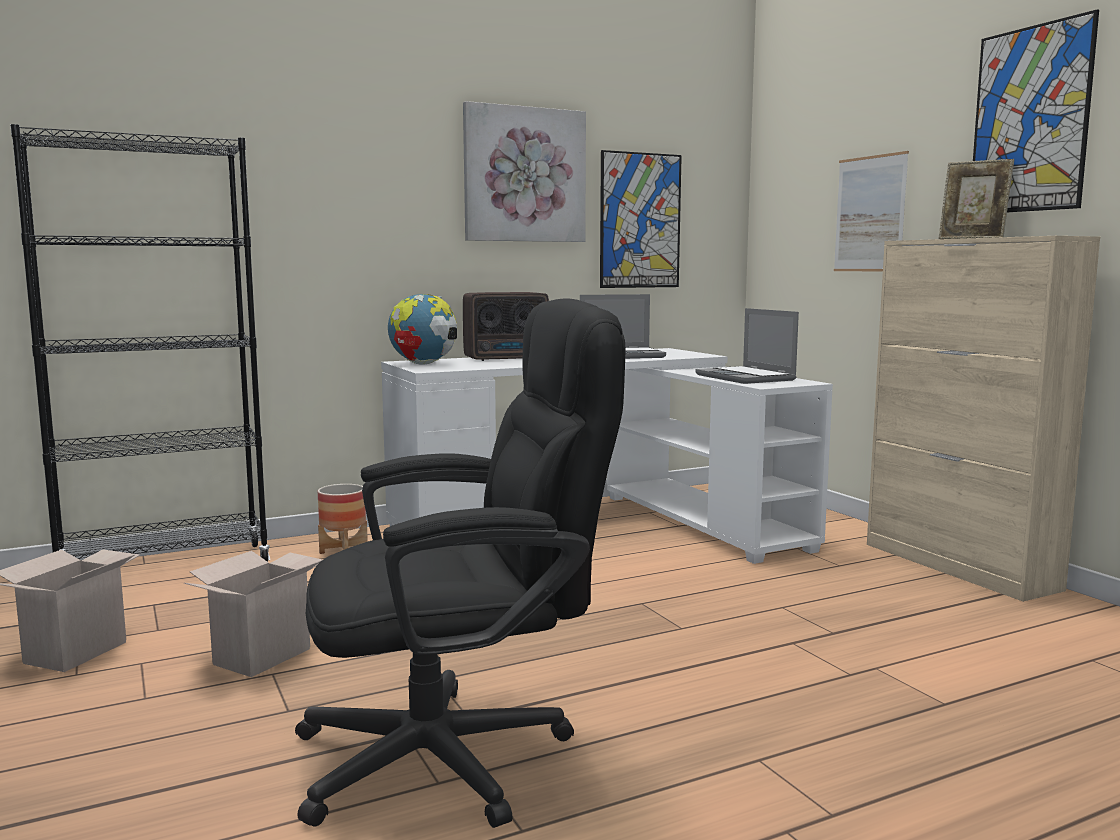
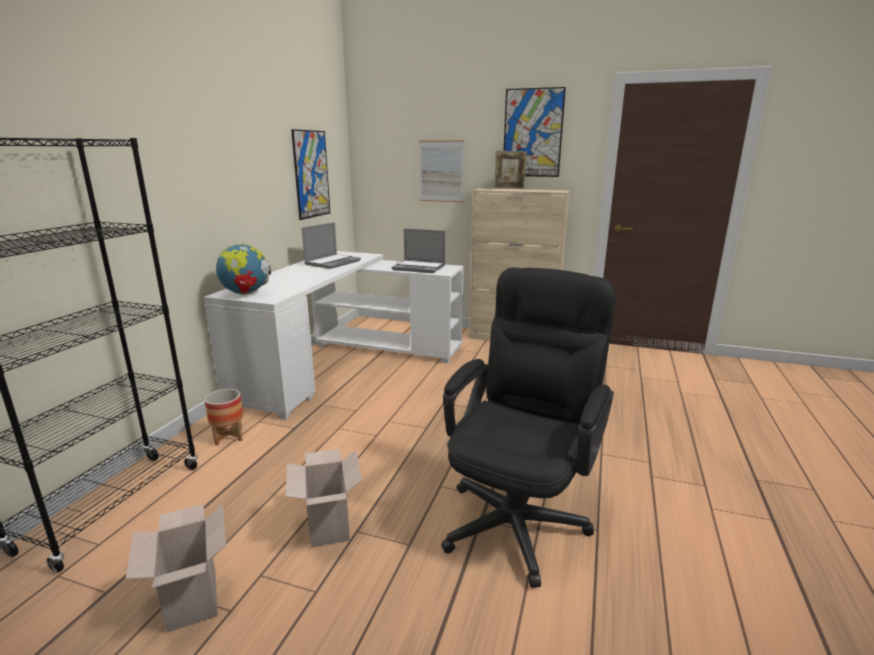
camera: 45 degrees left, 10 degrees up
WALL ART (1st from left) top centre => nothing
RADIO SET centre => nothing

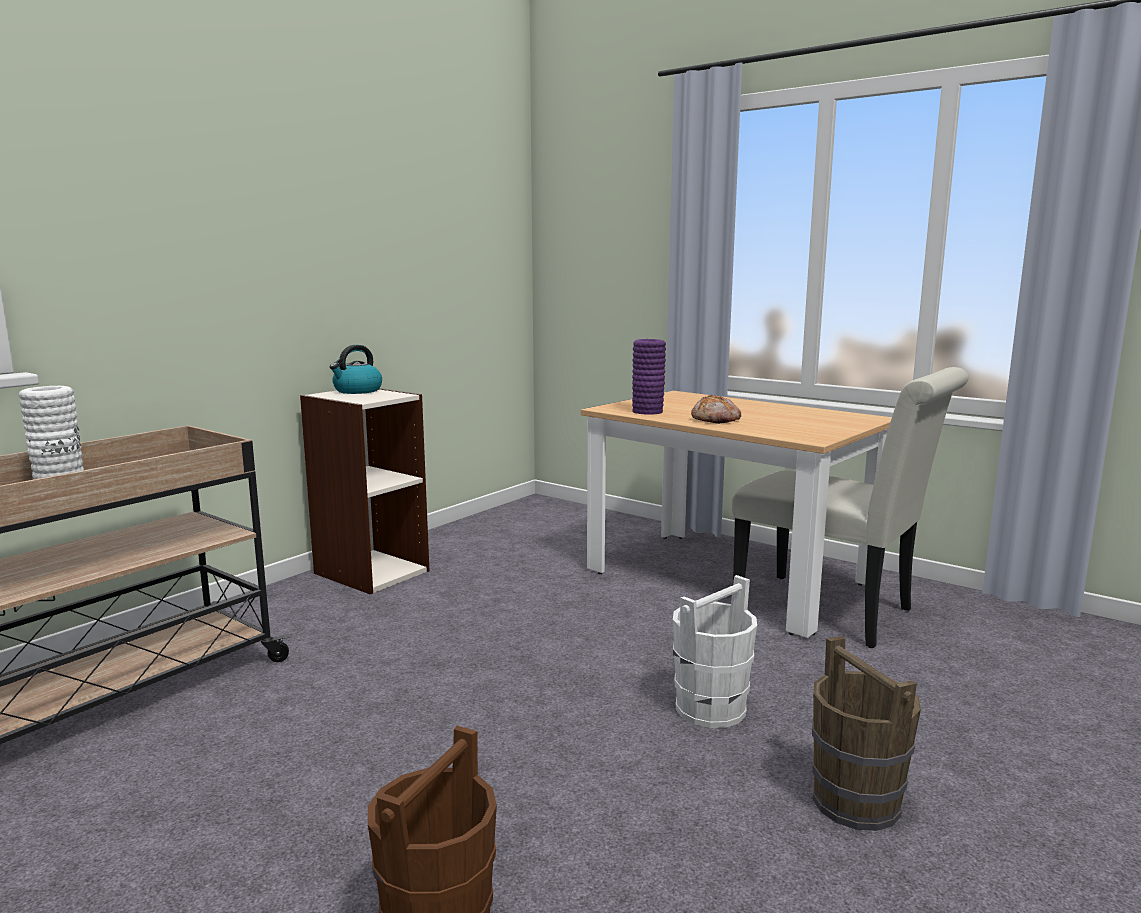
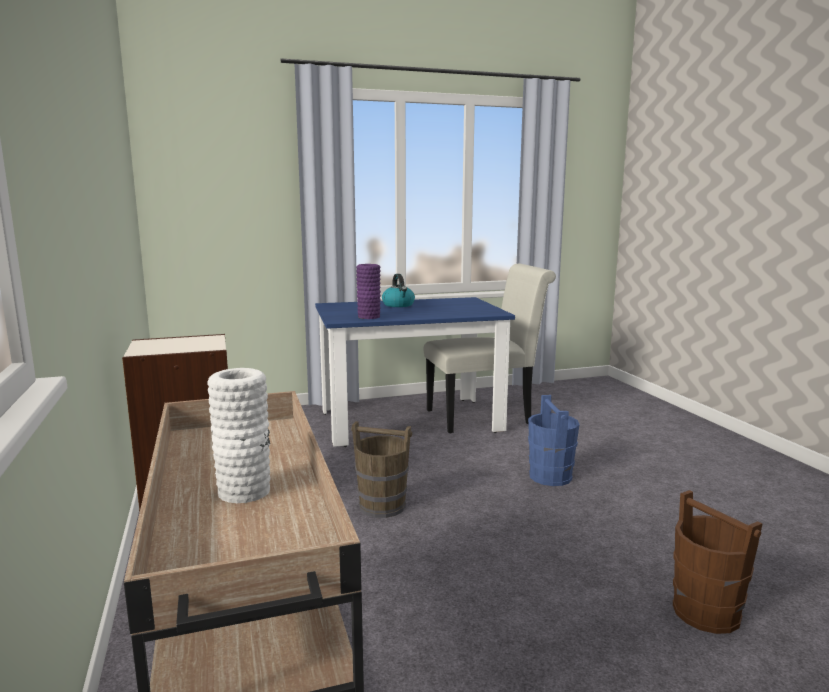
camera: 55 degrees left, 0 degrees up
WATER KETTLE middle left => WATER KETTLE centre, move
BEIGE DINING TABLE centre => BLUISH DINING TABLE centre
WHITE-COLOURED BUCKET bottom centre => BLUISH BUCKET middle right
BREAD centre => nothing
BROWN-COLOURED BUCKET (2nd from left in the first image) bottom right => BROWN-COLOURED BUCKET (1st from left) bottom centre, move

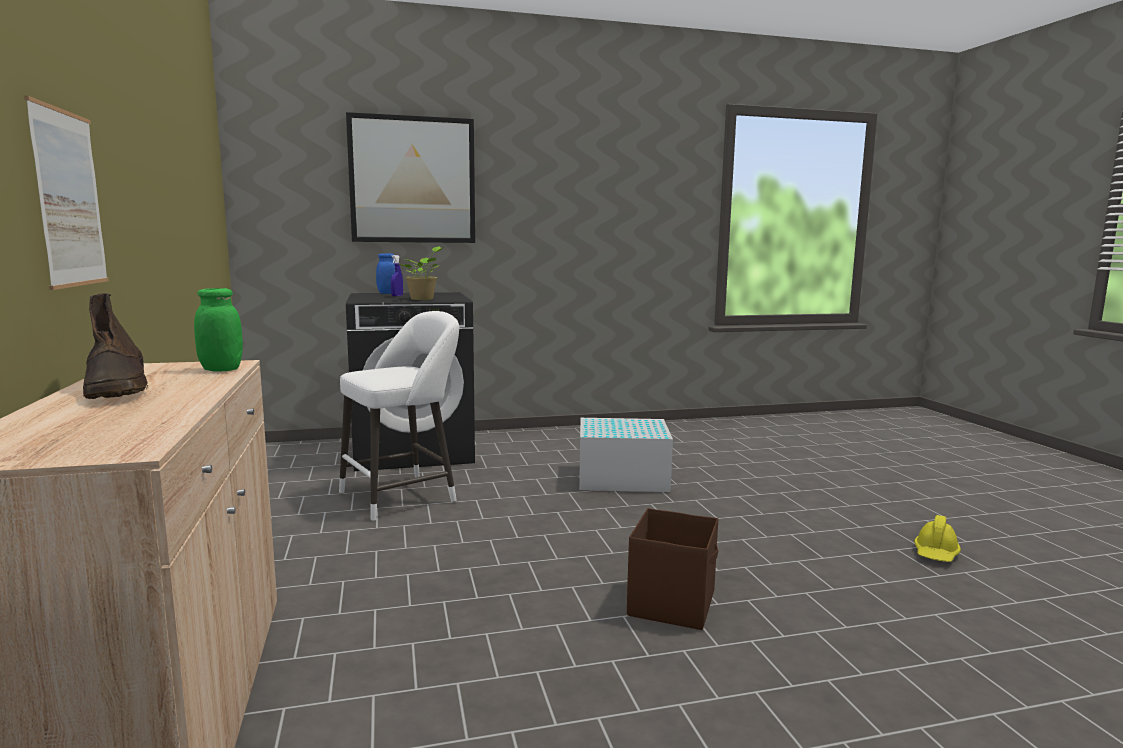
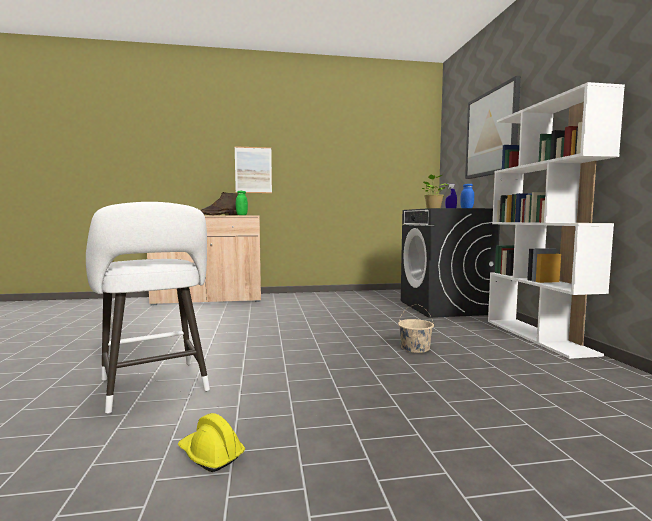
camera: 95 degrees right, 5 degrees down
WHITE-COLOURED STOOL centre => WHITE-COLOURED STOOL middle left, move
WHITE-COLOURED STORAGE BOX centre => BEIGE BUCKET centre
BROWN-COLOURED STORAGE BOX bottom centre => nothing
nothing => WHITE-COLOURED SHELVING UNIT middle right

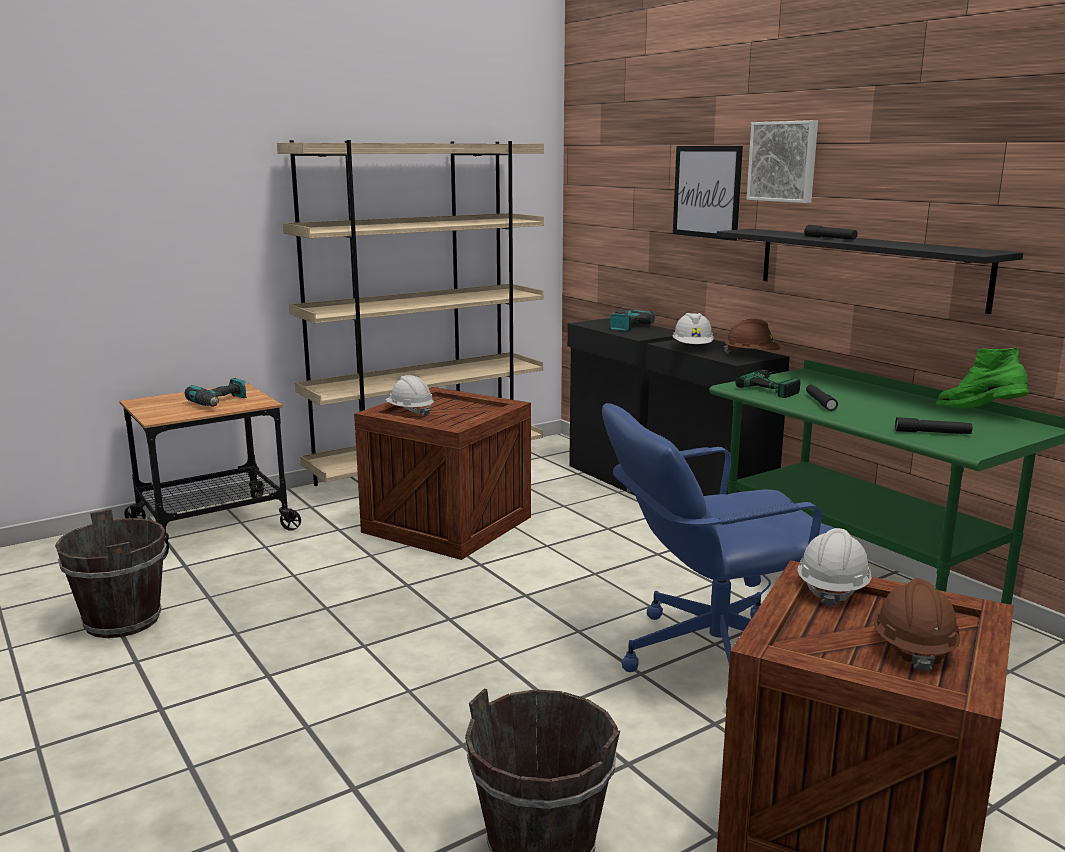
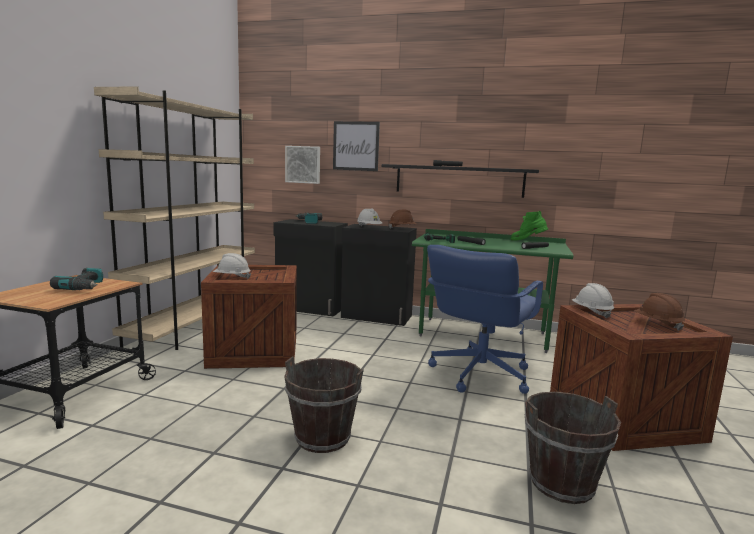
camera: 40 degrees left, 5 degrees down
BROWN-COLOURED BUCKET (1st from left) bottom left => BROWN-COLOURED BUCKET (1st from left) bottom centre, move
WALL ART (2nd from left in the first image) top right => WALL ART (1st from left) top centre, move

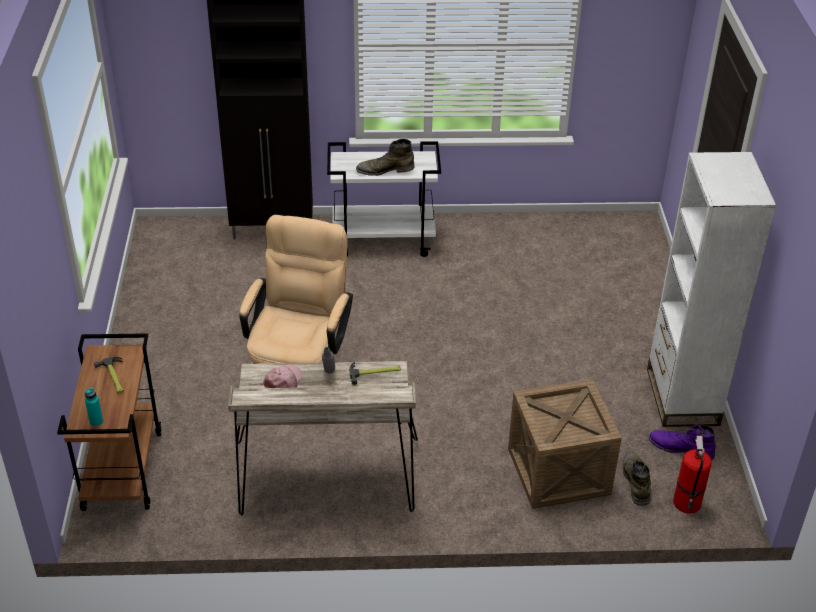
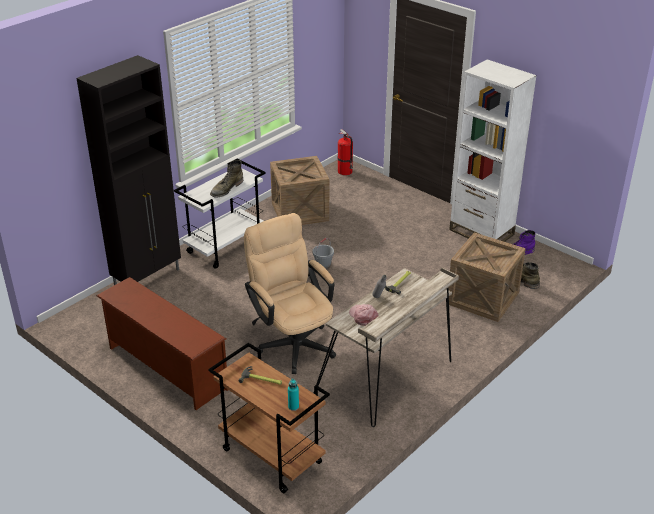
camera: 45 degrees left, 5 degrees down
EXTINGUISHER bottom right => EXTINGUISHER top centre, move
nothing => BROWN-COLOURED SHOE STAND bottom left
nothing => CRATE (1st from left) centre
nothing => GREYISH BUCKET centre

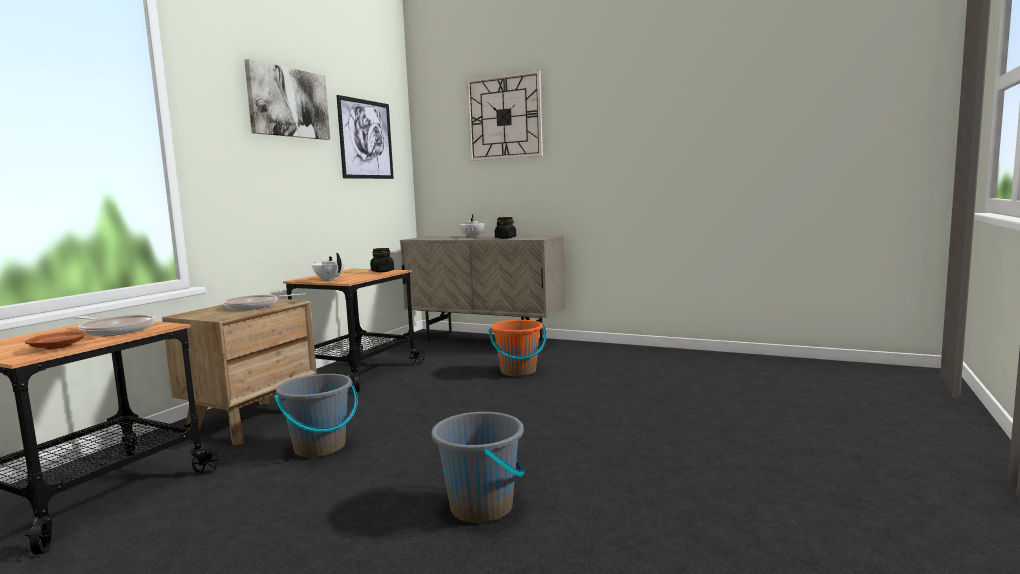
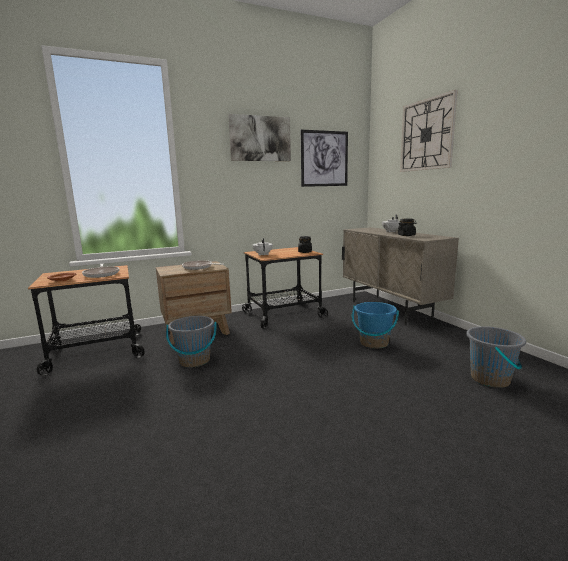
camera: 40 degrees right, 5 degrees up
GREYISH BUCKET (2nd from left) bottom centre => GREYISH BUCKET (2nd from left) middle right, move
ORANGE-COLOURED BUCKET centre => BLUISH BUCKET centre

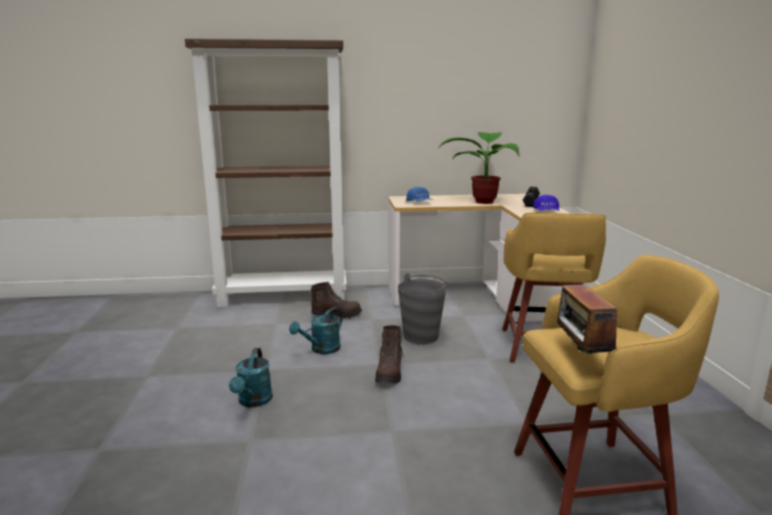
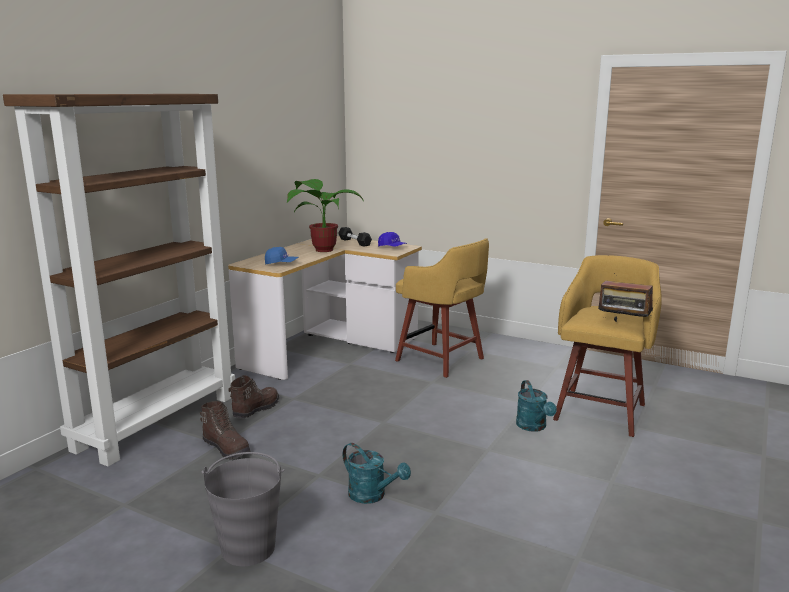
camera: 55 degrees left, 0 degrees up
BLUE-GREEN WATERING POT (2nd from left) centre => BLUE-GREEN WATERING POT (2nd from left) bottom right, move
BROWN-COLOURED HIGH-TOP BOOT (2nd from left in the first image) bottom centre => BROWN-COLOURED HIGH-TOP BOOT (1st from left) bottom left, move
GREYISH BUCKET centre => GREYISH BUCKET bottom left, move

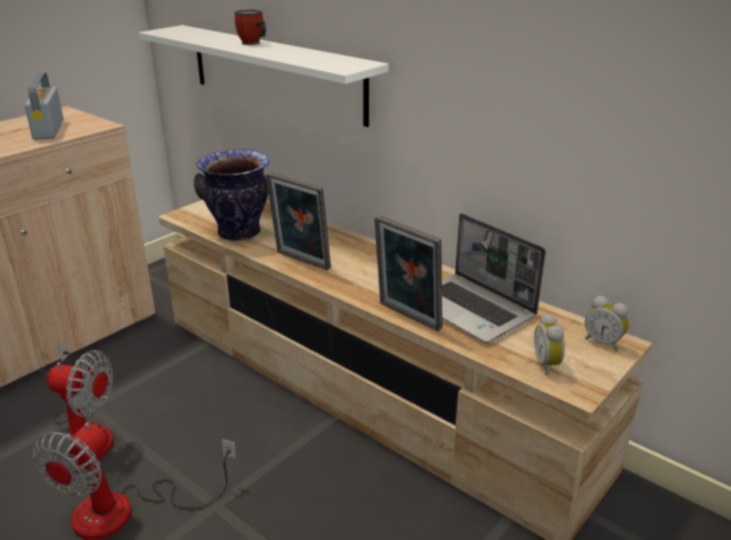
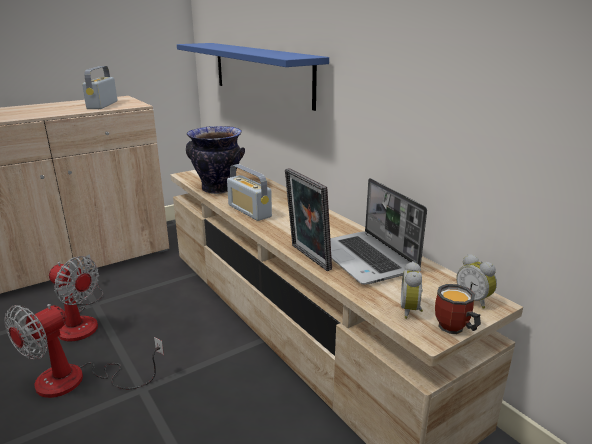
camera: 15 degrees right, 5 degrees down
WHITE-COLOURED WALL SHELF top centre => BLUISH WALL SHELF top centre
COFFEE MUG top centre => COFFEE MUG bottom right, move
PHOTO FRAME (1st from left) centre => RADIO SET (2nd from left) centre

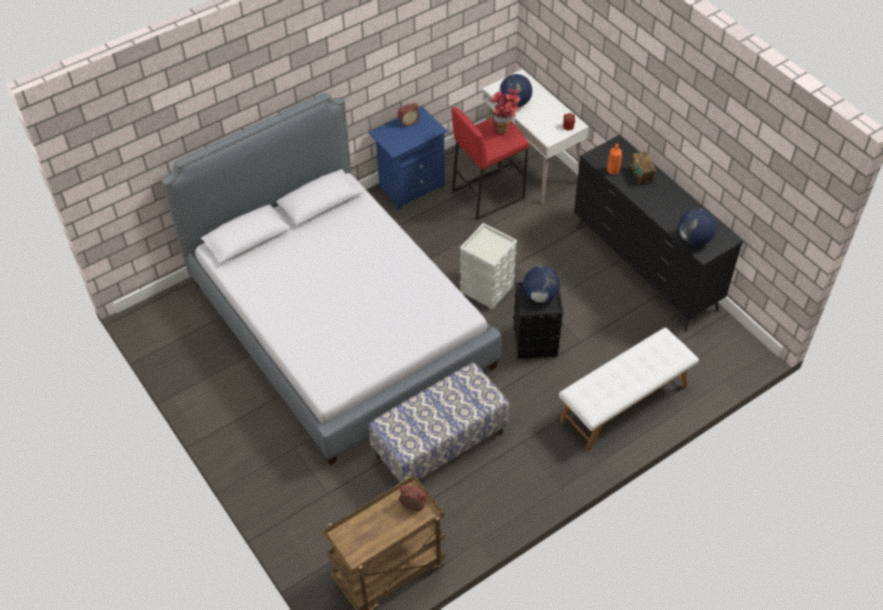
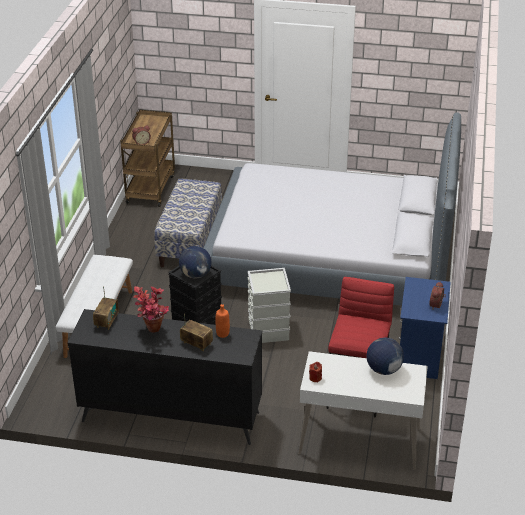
camera: 135 degrees right, 15 degrees down
POTTED PLANT top centre => POTTED PLANT middle left, move
DESK GLOBE (3rd from left) middle right => RADIO SET (1st from left) middle left

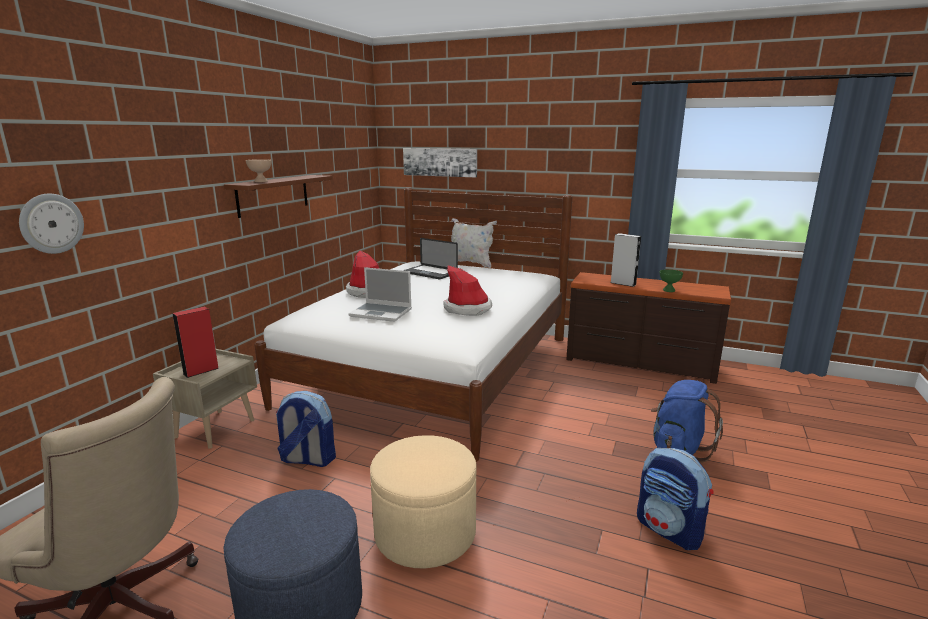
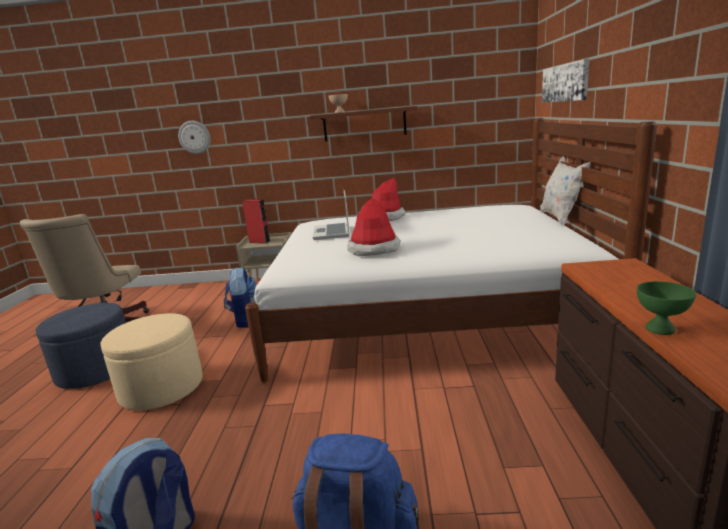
camera: 70 degrees right, 0 degrees up
PORTABLE COMPUTER (2nd from left) centre => nothing
GREYISH SPEAKER middle right => nothing

